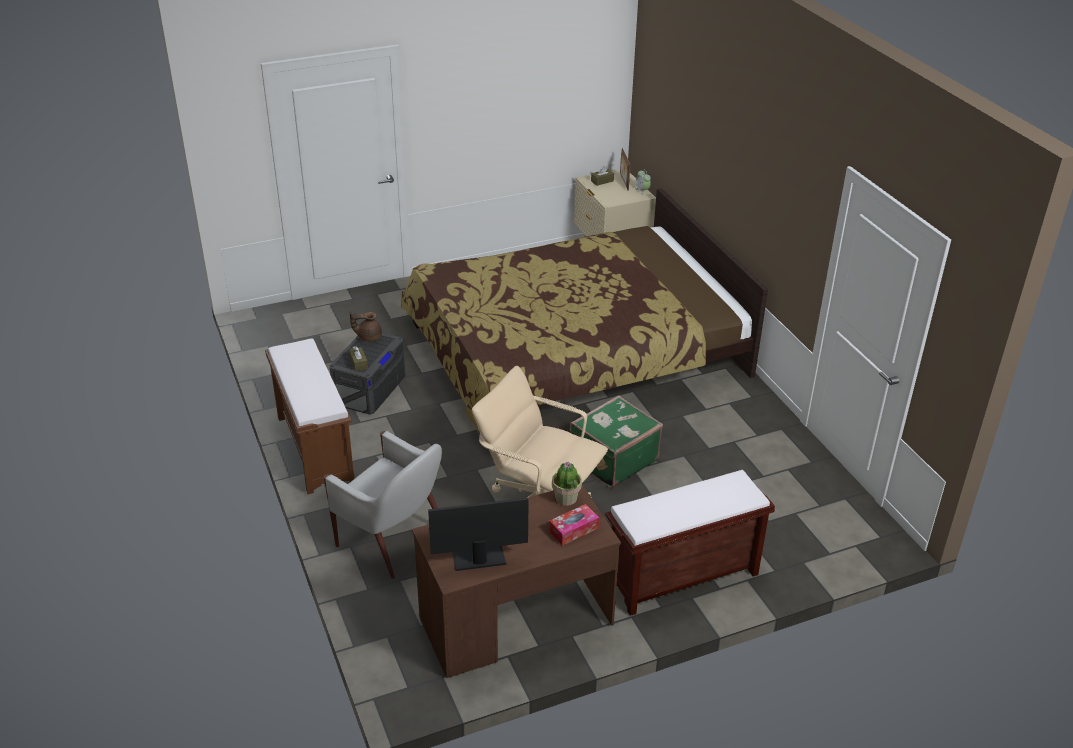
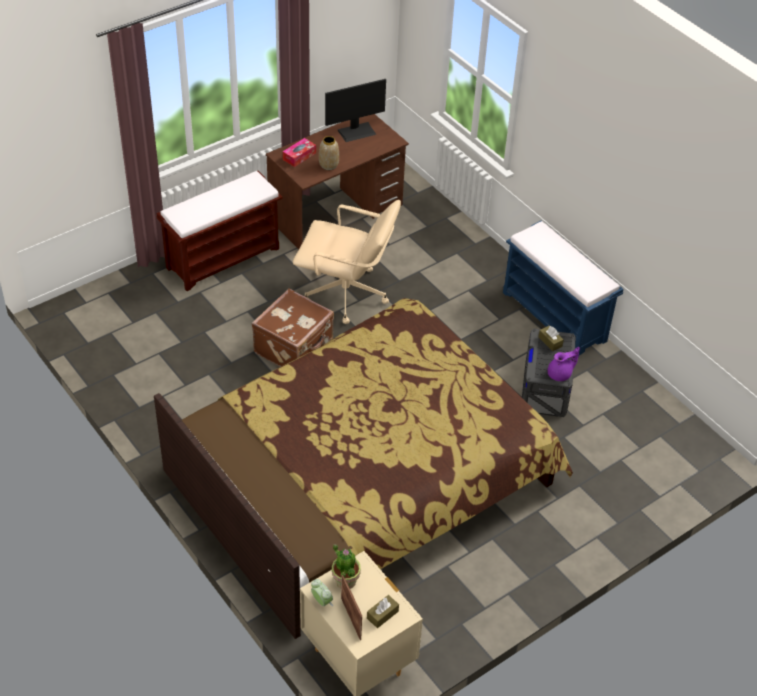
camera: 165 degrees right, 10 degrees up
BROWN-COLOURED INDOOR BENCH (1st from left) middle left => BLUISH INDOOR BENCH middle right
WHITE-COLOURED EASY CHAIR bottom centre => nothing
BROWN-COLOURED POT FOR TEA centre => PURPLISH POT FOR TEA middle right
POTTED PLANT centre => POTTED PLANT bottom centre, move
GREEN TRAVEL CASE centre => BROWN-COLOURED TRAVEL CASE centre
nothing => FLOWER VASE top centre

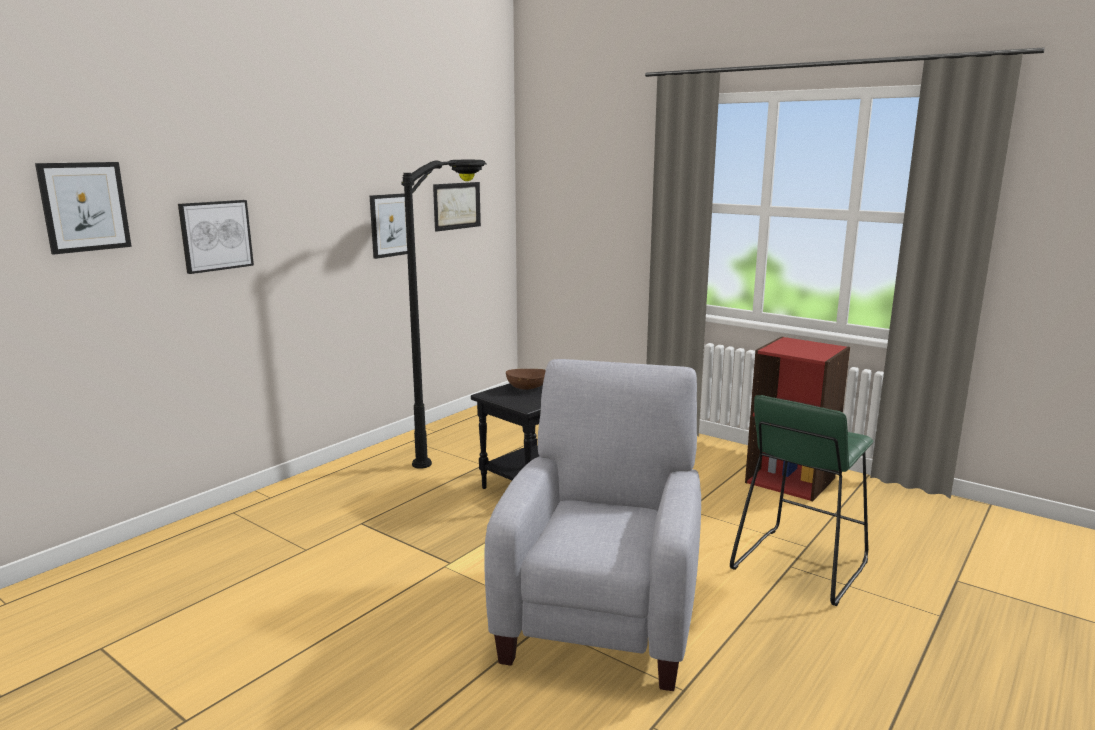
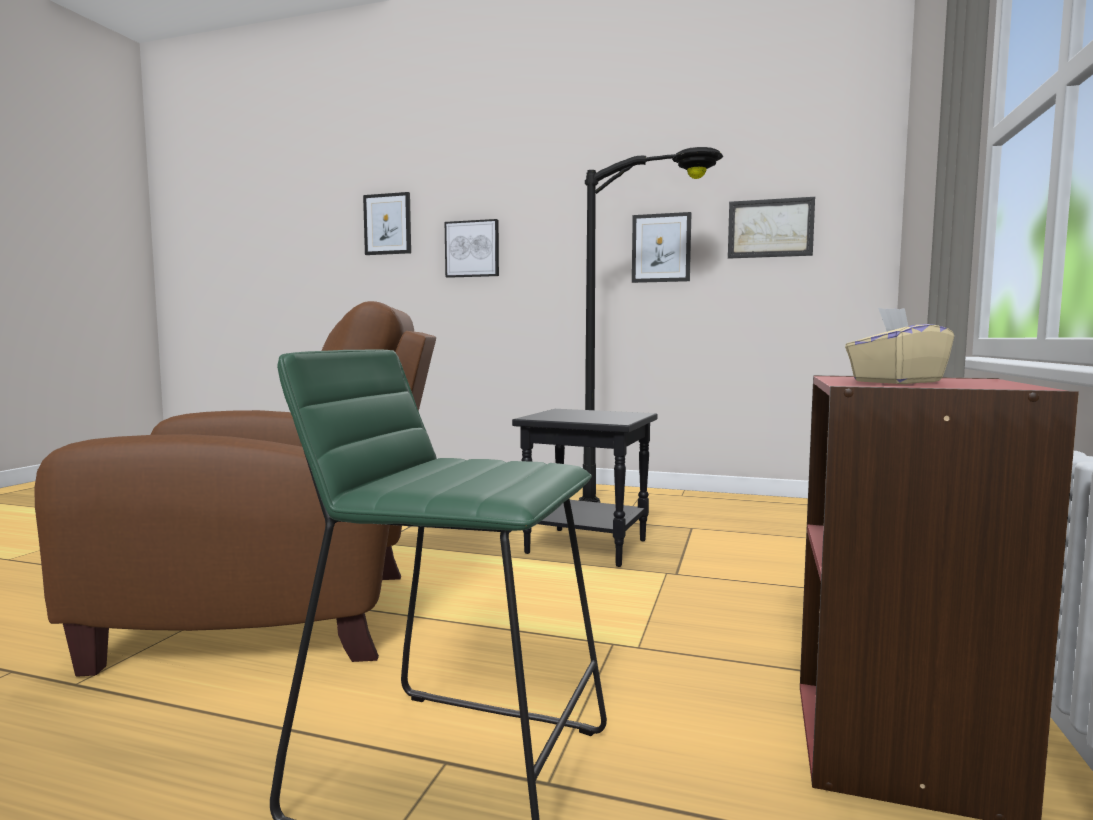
camera: 70 degrees right, 10 degrees down
GREYISH EASY CHAIR bottom centre => BROWN-COLOURED EASY CHAIR middle left
BROWN-COLOURED BOWL centre => nothing
nothing => BEIGE BOX OF TISSUES middle right

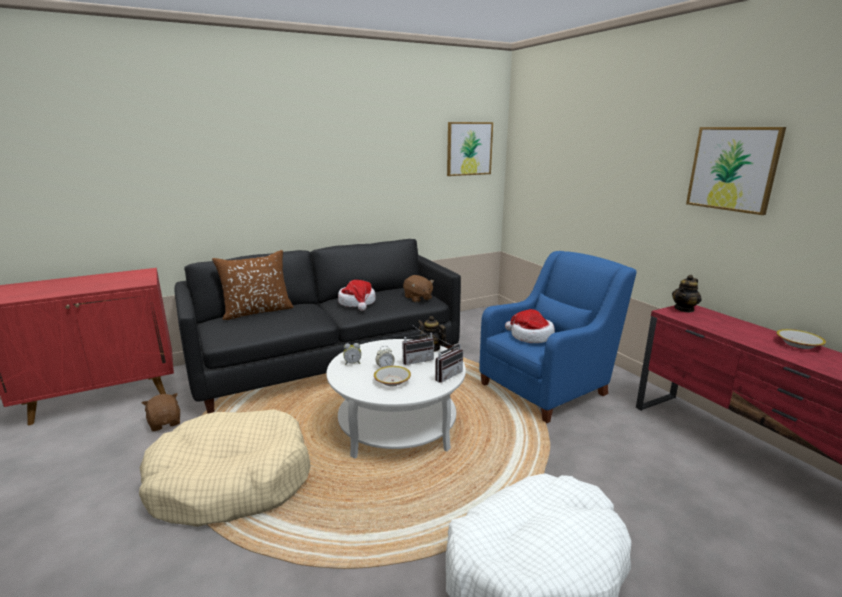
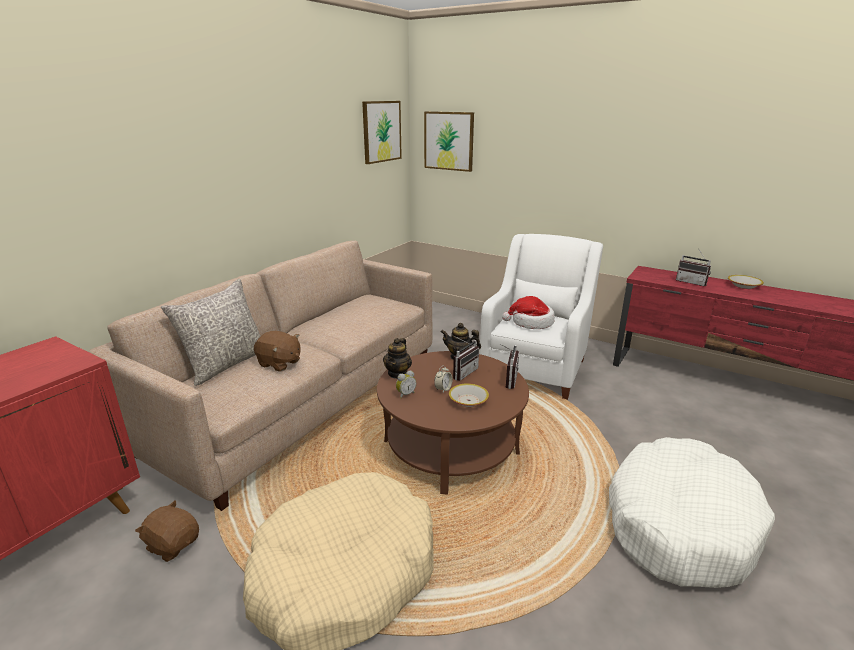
camera: 30 degrees left, 5 degrees up
BLACKISH SOFA centre => BEIGE SOFA middle left
BROWN-COLOURED THROW PILLOW middle left => GREYISH THROW PILLOW middle left
WHITE-COLOURED COFFEE TABLE bottom centre => BROWN-COLOURED COFFEE TABLE centre
WEARABLE HAT (1st from left) centre => nothing
BROWN-COLOURED PLUSH TOY (2nd from left) centre => BROWN-COLOURED PLUSH TOY (2nd from left) middle left, move
BLUISH EASY CHAIR centre => WHITE-COLOURED EASY CHAIR centre
POT FOR TEA (2nd from left in the first image) middle right => POT FOR TEA (1st from left) centre, move
WALL ART (2nd from left) top right => WALL ART (2nd from left) top centre, move
nothing => RADIO SET (3rd from left) middle right

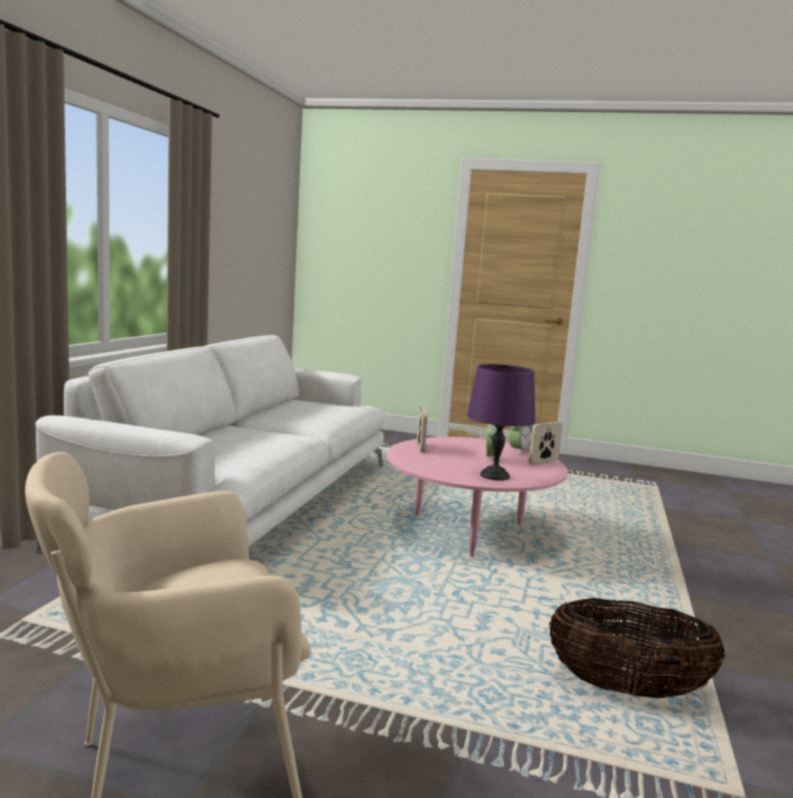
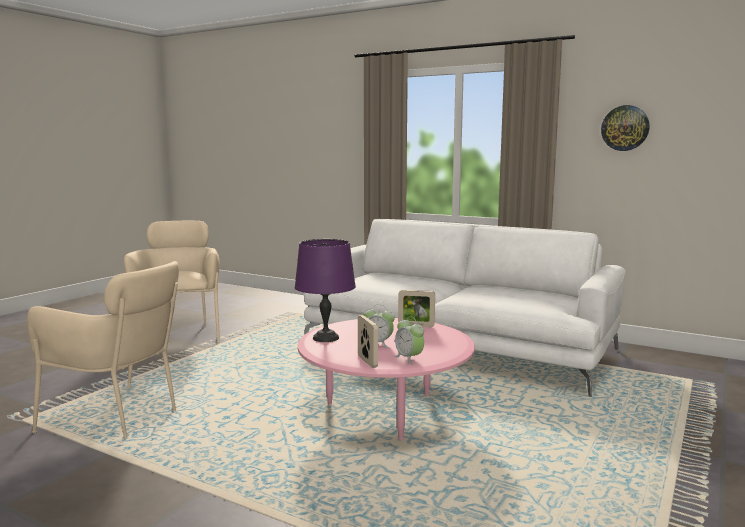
camera: 105 degrees right, 0 degrees up
BASKET bottom right => BEIGE EASY CHAIR (1st from left) middle left
nothing => HANGING CLOCK top right

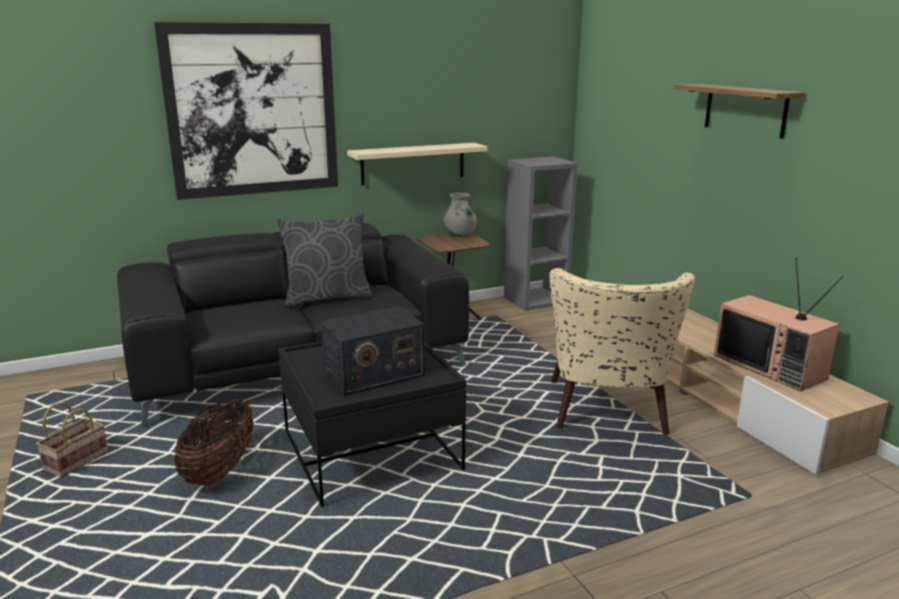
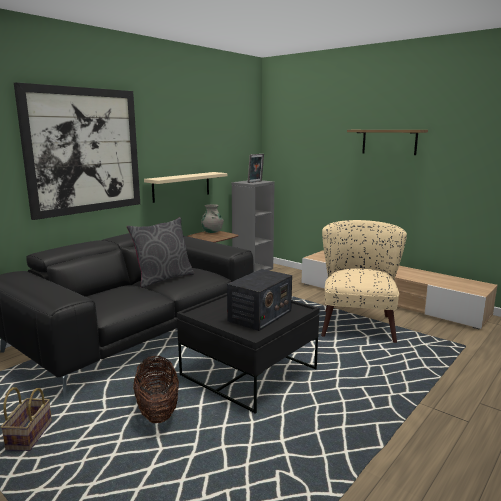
camera: 25 degrees left, 5 degrees down
BEIGE EASY CHAIR middle right, 150 degrees counterclockwise
TELEVISION middle right => nothing
nothing => PHOTO FRAME centre

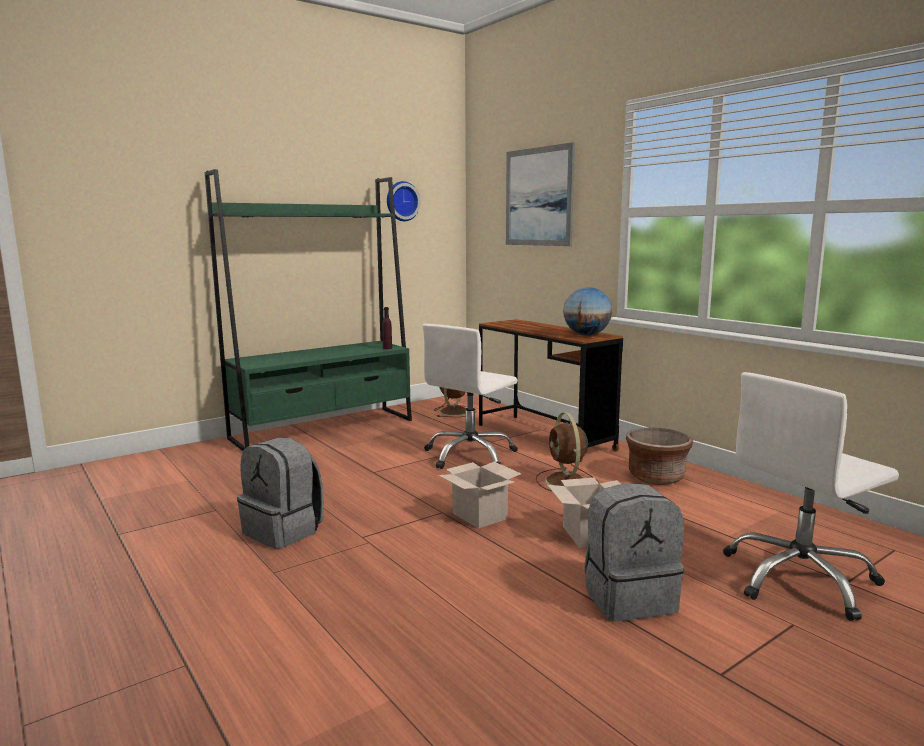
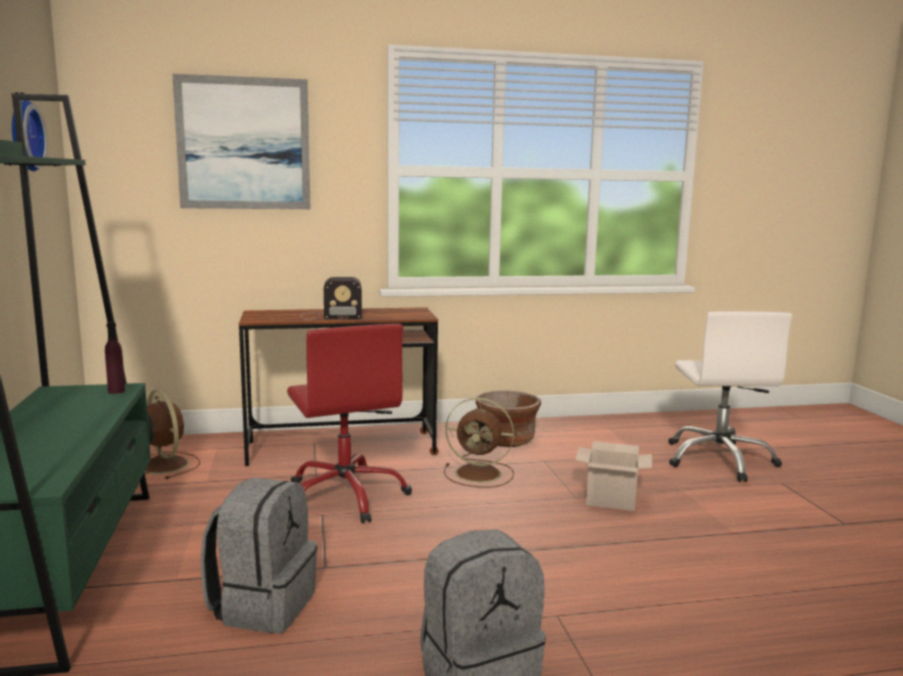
camera: 65 degrees left, 0 degrees up
WHITE-COLOURED DESK CHAIR (1st from left) centre => RED DESK CHAIR centre
CARDBOARD BOX (1st from left) centre => nothing
DESK GLOBE centre => nothing
GREYISH RUCKSACK (2nd from left in the first image) bottom right => GREYISH RUCKSACK (1st from left) bottom left, move
nothing => RADIO SET centre

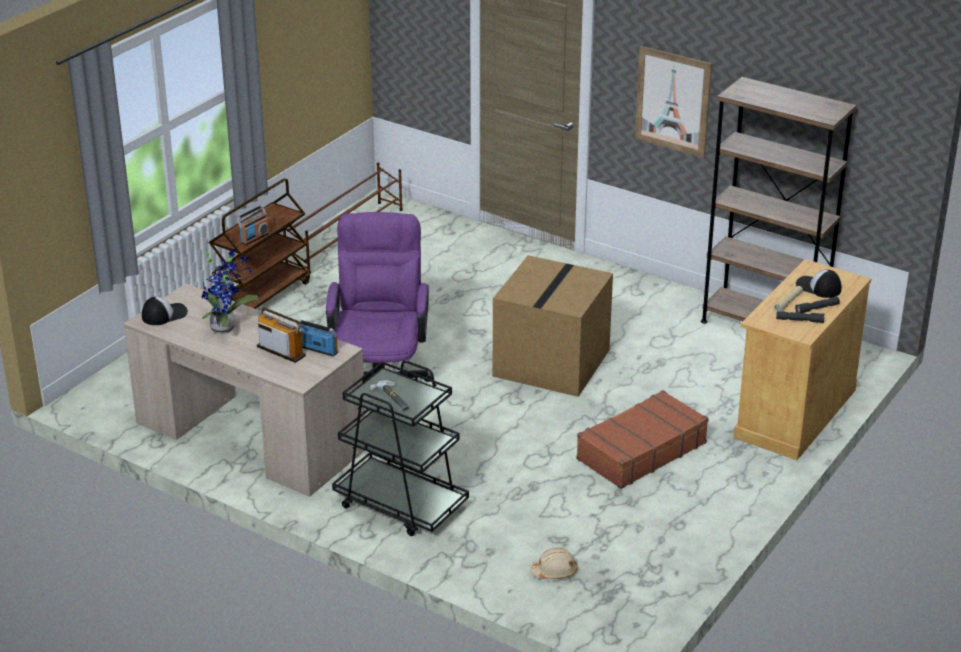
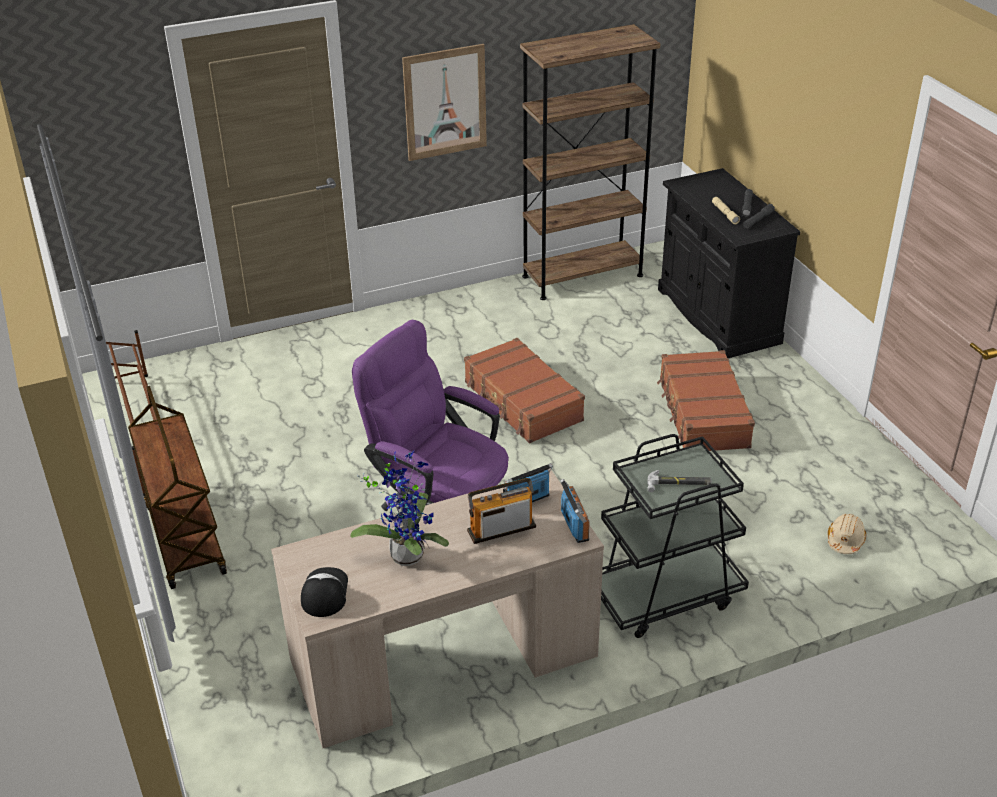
camera: 55 degrees left, 5 degrees up
RADIO SET (1st from left in the first image) middle left => RADIO SET (3rd from left) centre, move
CARDBOARD BOX centre => BROWN-COLOURED TRAVEL CASE (1st from left) centre
BEIGE CUPBOARD middle right => BLACKISH CUPBOARD top right
PEAKED CAP (2nd from left) middle right => nothing

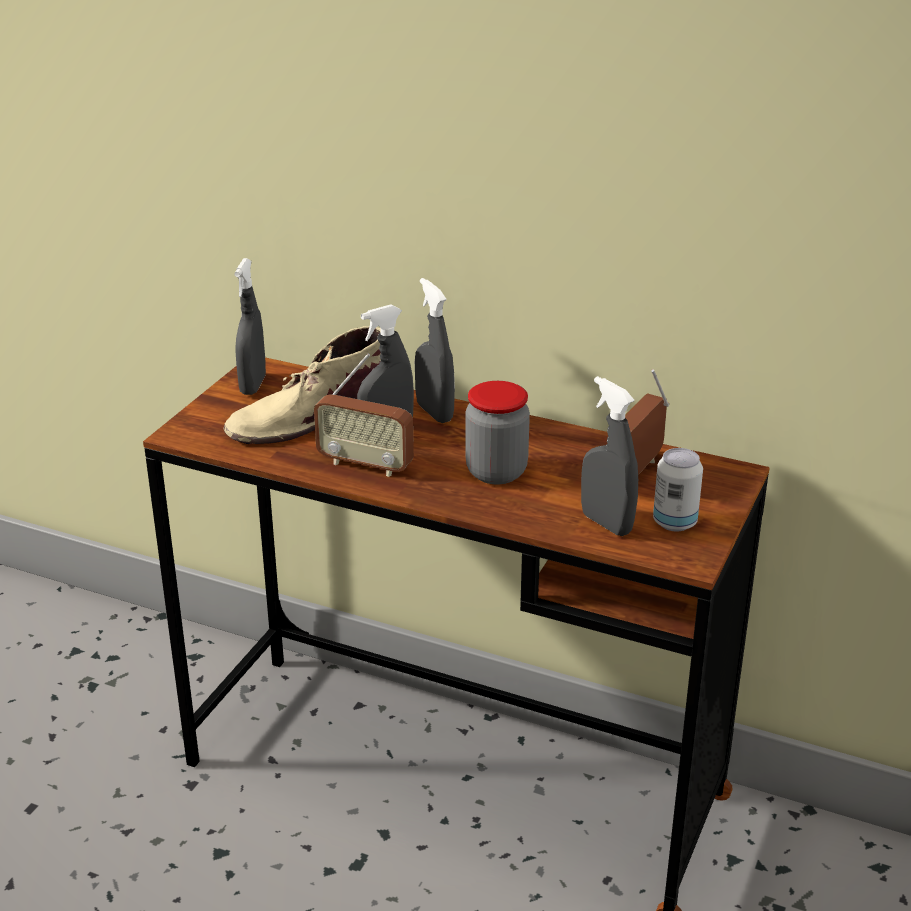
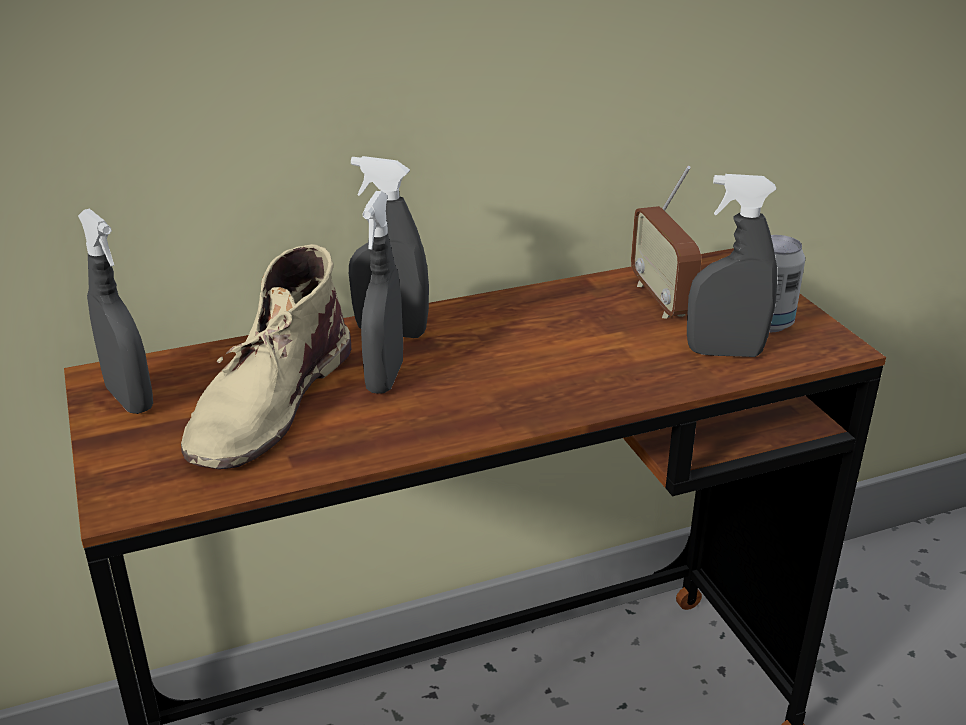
camera: 45 degrees left, 0 degrees up
RADIO SET (1st from left) centre => nothing
PRESERVE JAR centre => nothing

